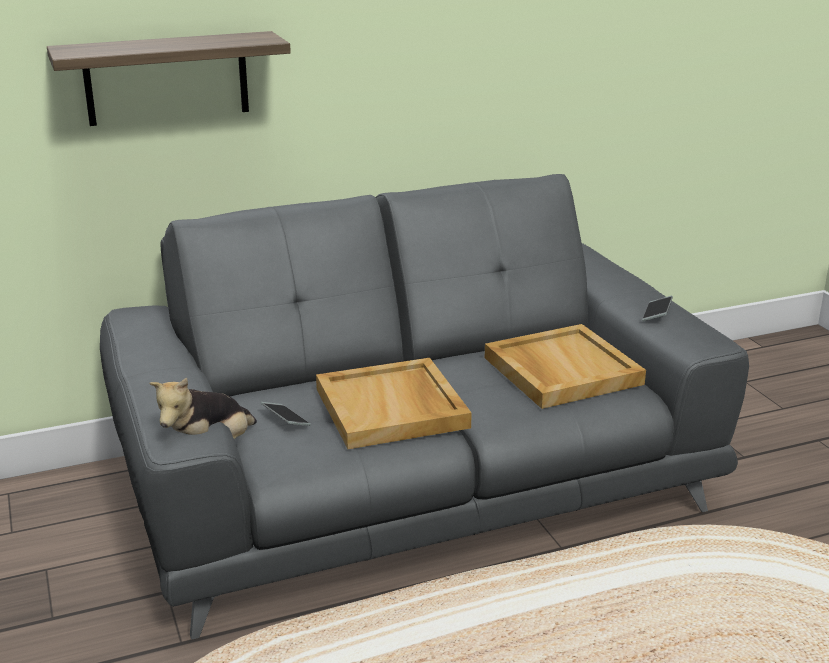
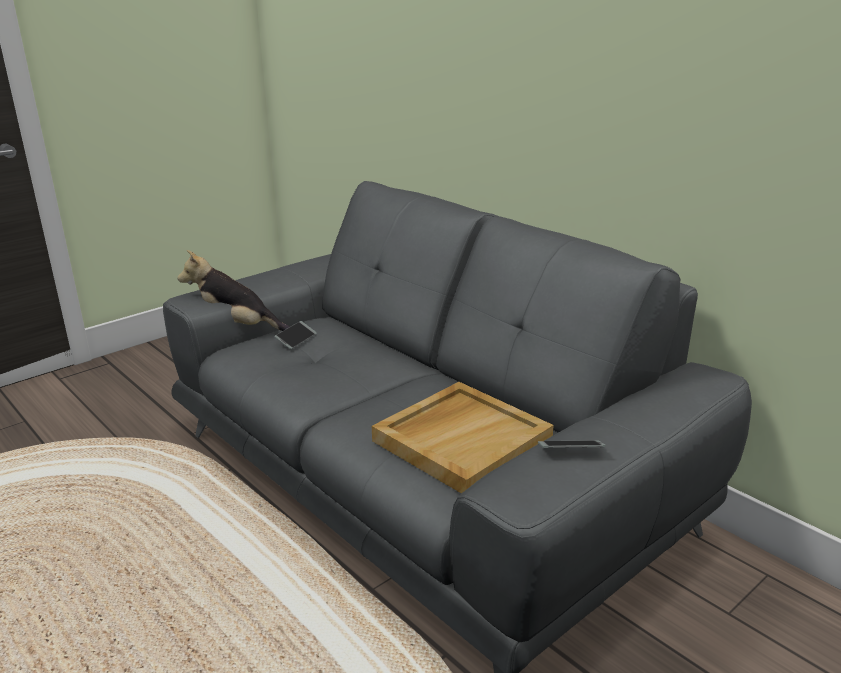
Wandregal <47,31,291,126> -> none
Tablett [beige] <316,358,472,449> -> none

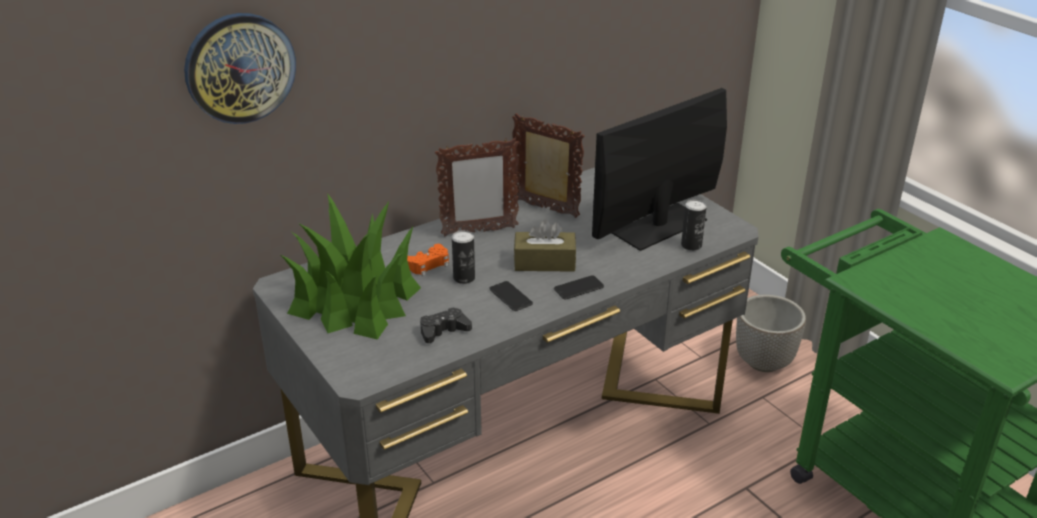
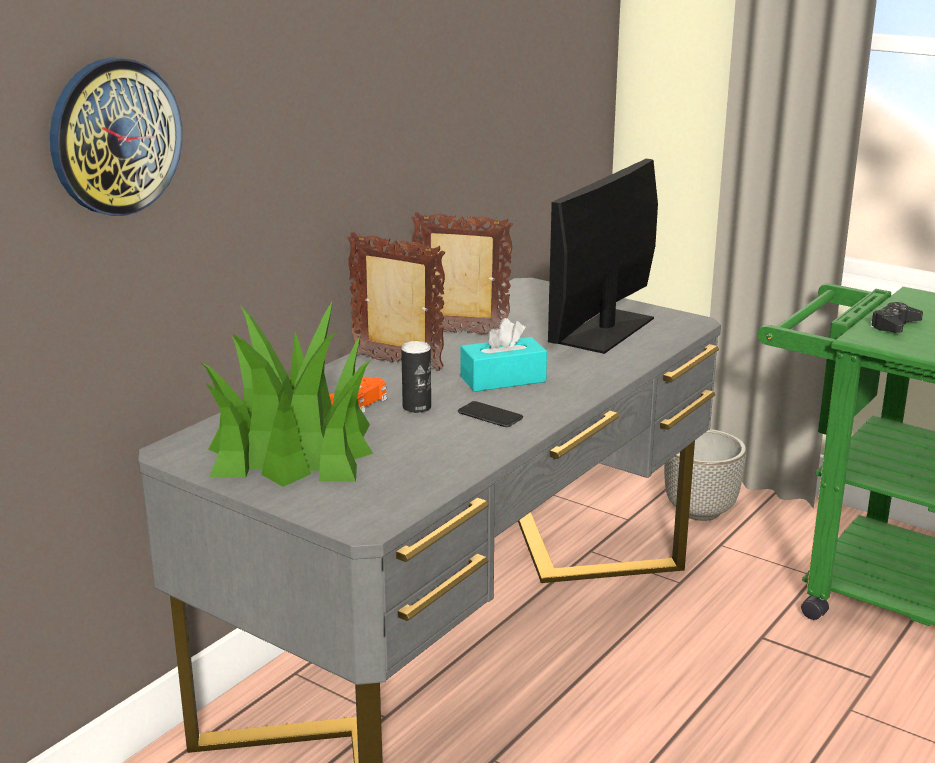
Gamepad [schwarz] <420,307,472,343> -> Gamepad [schwarz] <870,302,923,333>, moved
Bilderrahmen <435,138,519,237> -> Bilderrahmen <347,232,445,371>, 120 degrees counterclockwise
Taschentuchbox [braun] <514,219,576,272> -> Taschentuchbox [türkis] <460,318,547,392>
Handy <554,275,604,299> -> none
Dose <681,199,707,251> -> none

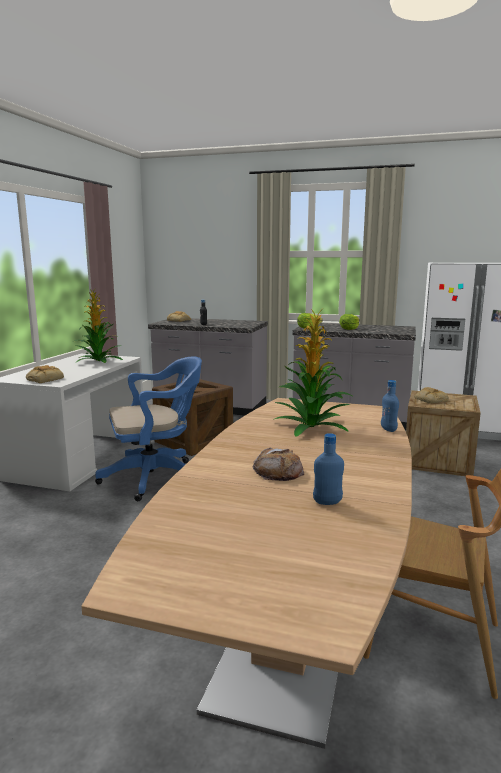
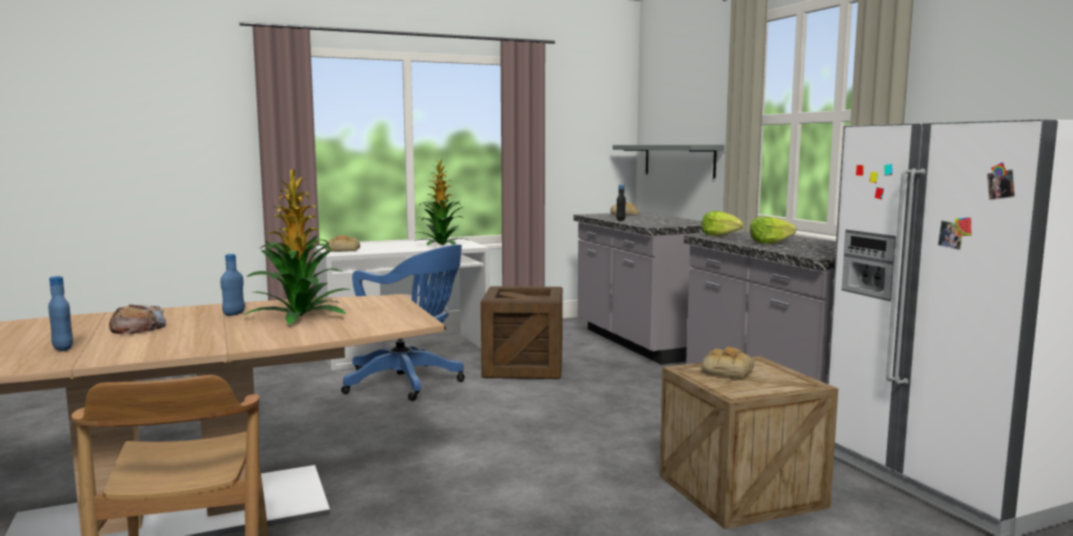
Flasche [blau] <381,380,399,432> -> Flasche [blau] <220,254,245,316>, moved
none -> Wandregal [grau] <613,145,724,178>

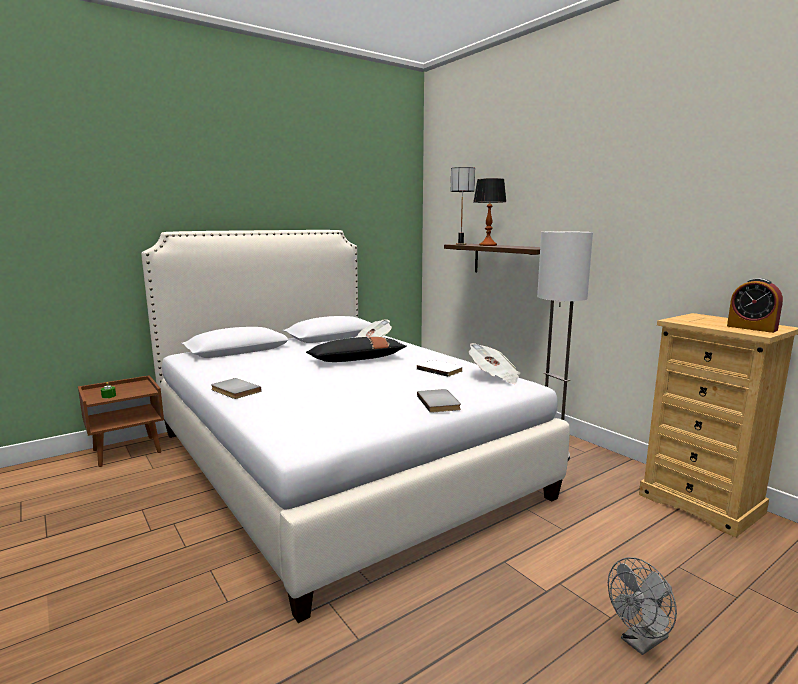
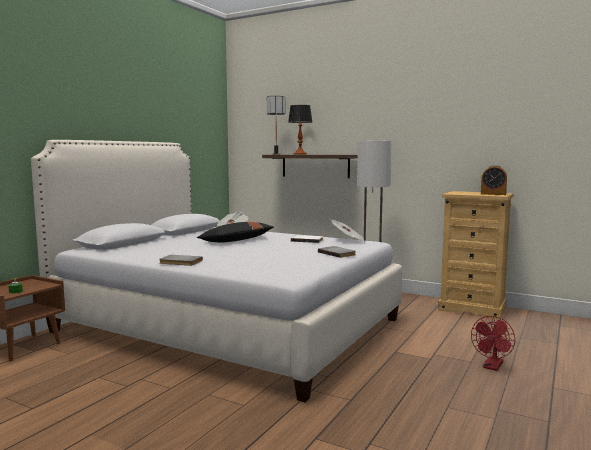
Ventilator [grau] <608,557,677,655> -> Ventilator [rot] <471,316,515,371>

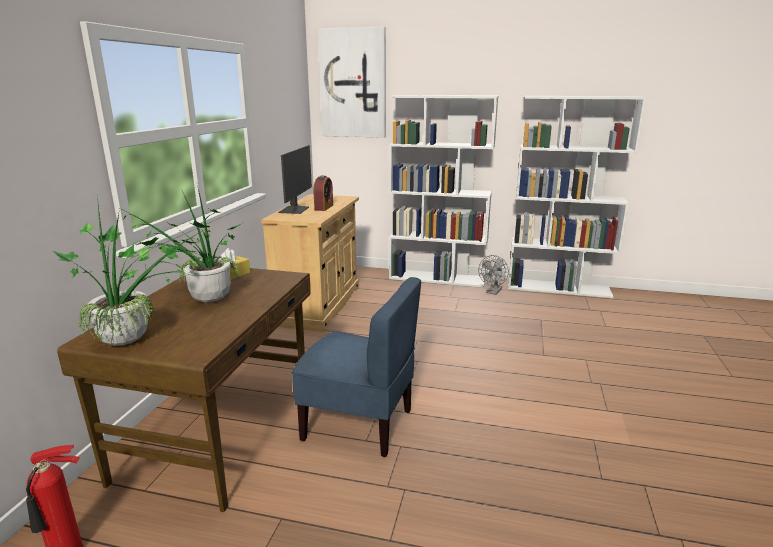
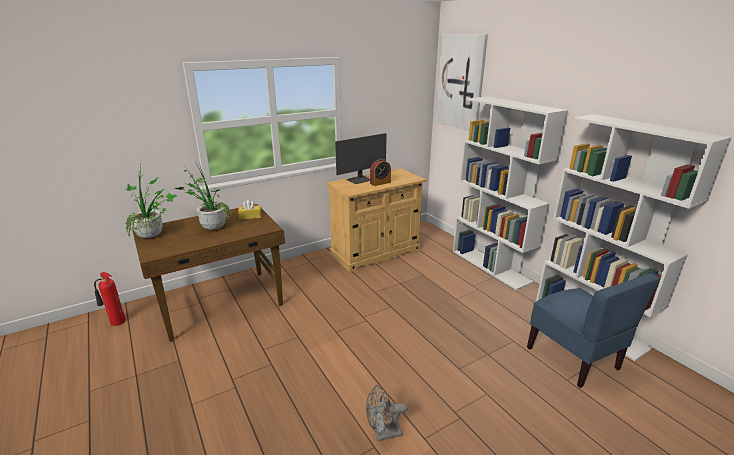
Stuhl [blau] <292,277,421,457> -> Stuhl [blau] <527,273,660,388>, moved
Ventilator [grau] <478,255,509,295> -> Ventilator [grau] <366,385,407,441>, moved

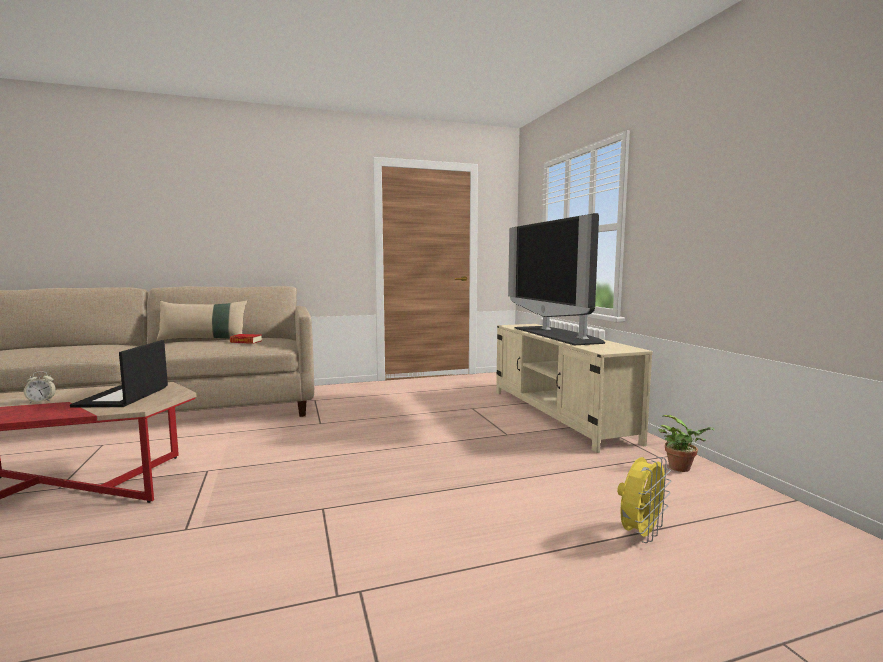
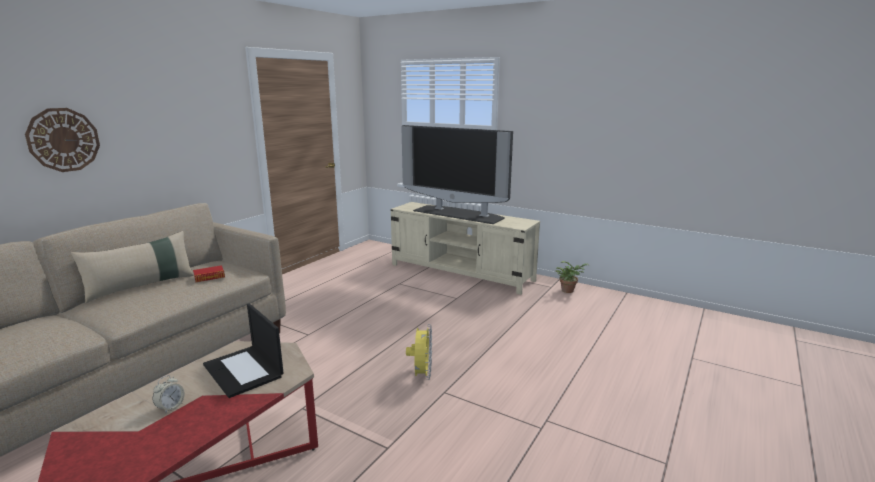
Ventilator [gelb] <617,456,671,543> -> Ventilator [gelb] <406,324,432,380>, moved
none -> Wanduhr <25,108,100,172>

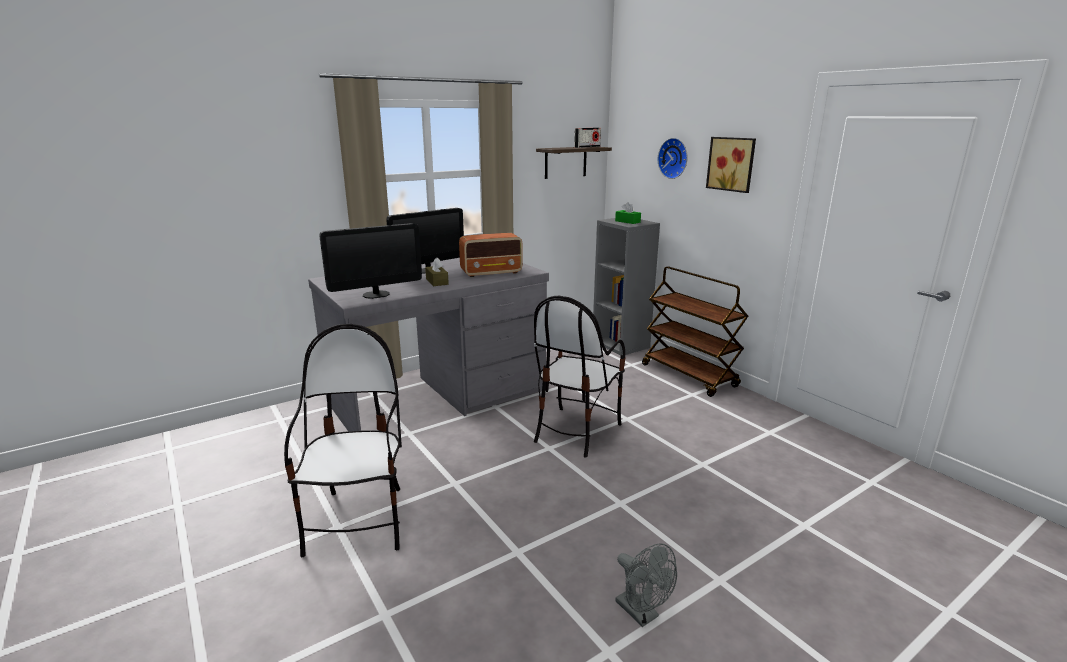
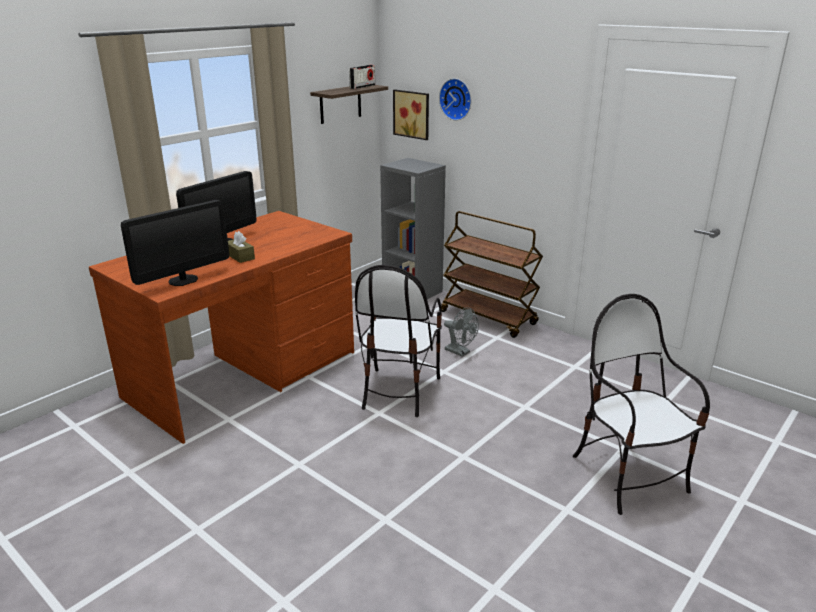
Stuhl <284,324,402,557> -> Stuhl <573,294,710,515>, moved
Schreibtisch [grau] <308,258,549,431> -> Schreibtisch [braun] <89,211,354,444>
Radio <459,233,523,277> -> none
Taschentuchbox [grün] <615,202,641,224> -> none
Ventilator [grau] <615,543,677,627> -> Ventilator [grau] <444,307,479,357>, moved
Bild <706,137,756,193> -> Bild <393,89,429,140>, moved

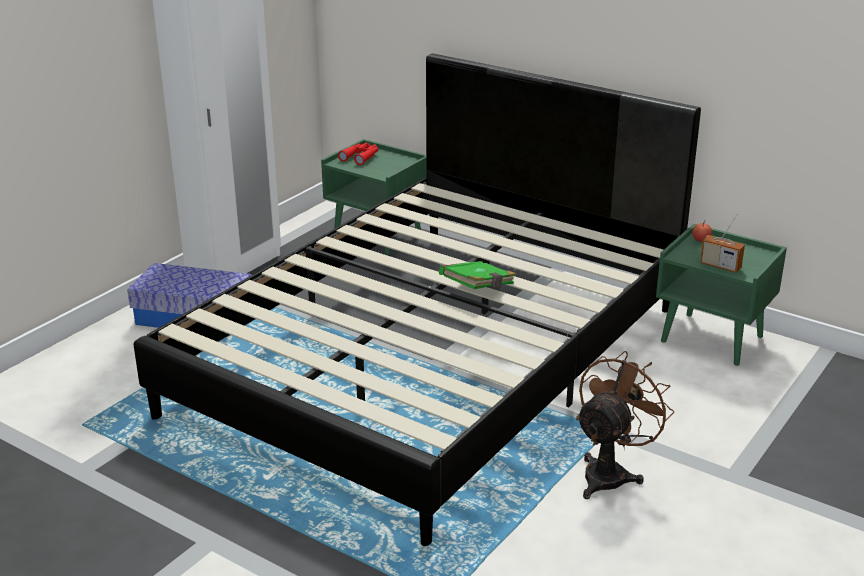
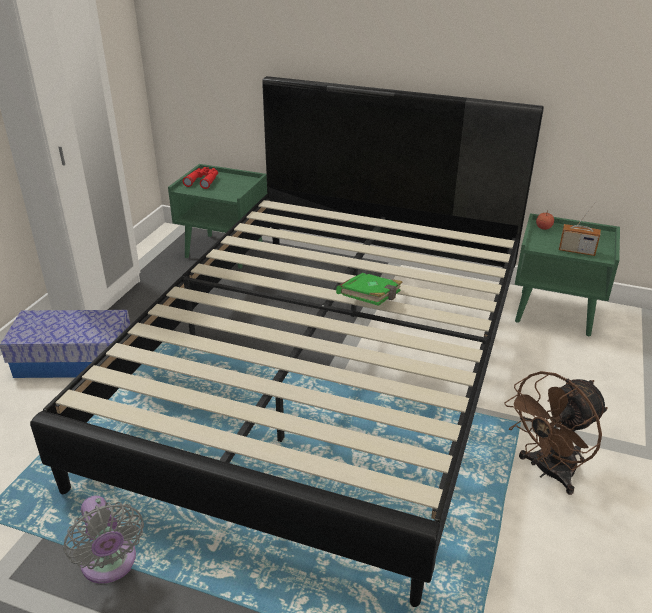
Ventilator [braun] <576,351,674,499> -> Ventilator [braun] <505,371,608,495>, 150 degrees counterclockwise
none -> Ventilator [grau] <63,496,144,584>

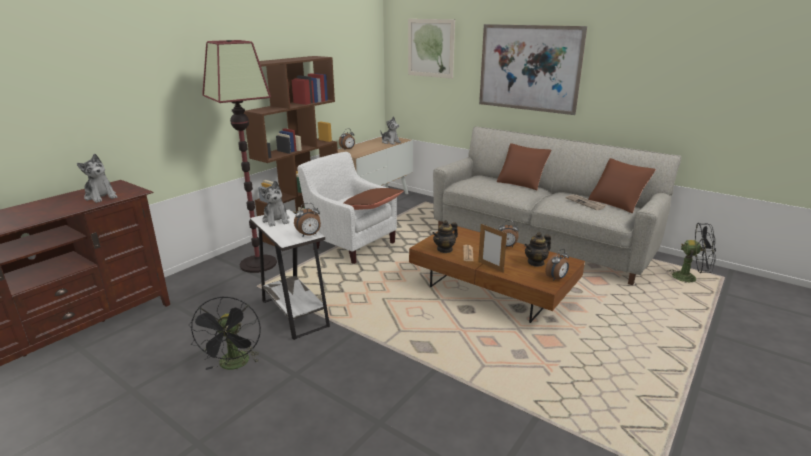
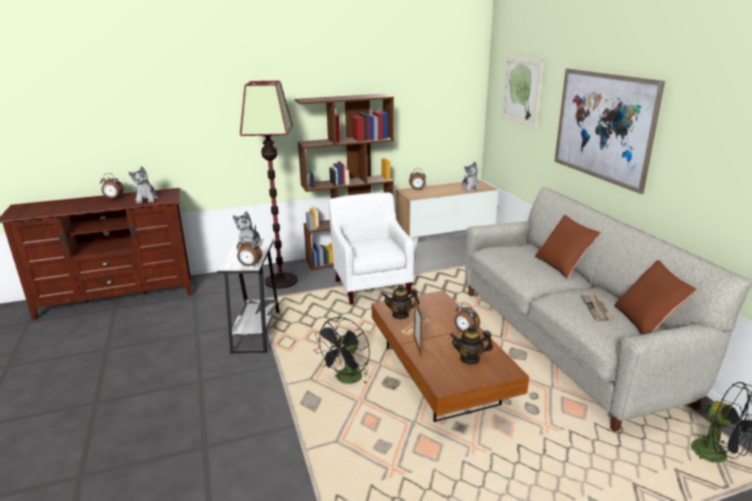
Ventilator [schwarz] <189,297,261,370> -> Ventilator [schwarz] <314,317,370,385>, moved
Kissen [braun] <344,188,404,210> -> none
Wecker <545,249,569,281> -> Wecker <100,173,124,199>, moved

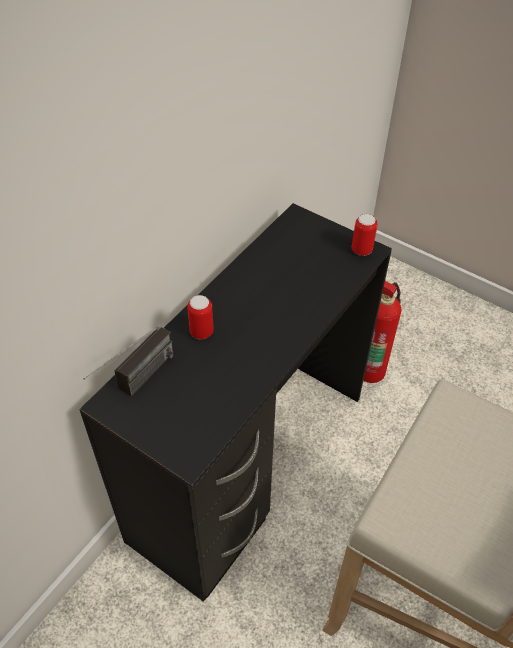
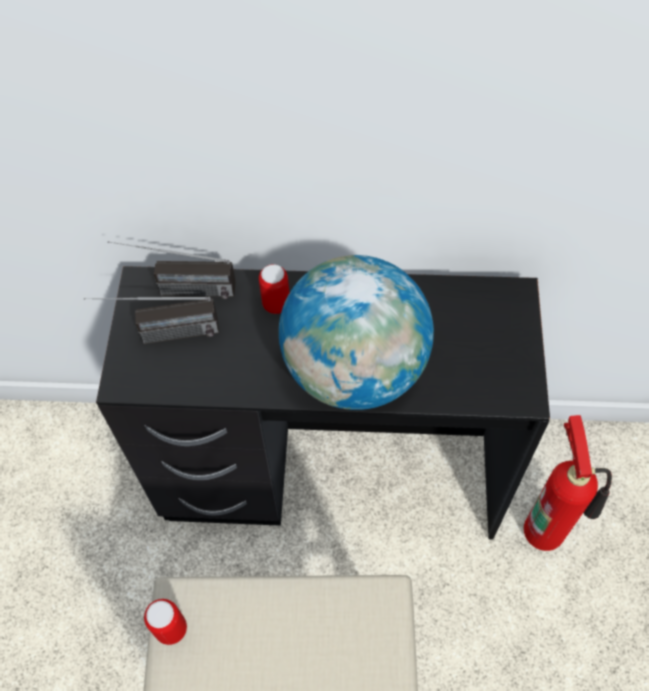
Dose <352,214,378,256> -> Dose <144,599,187,645>, moved
none -> Radio <84,297,219,344>
none -> Globus <279,255,434,410>

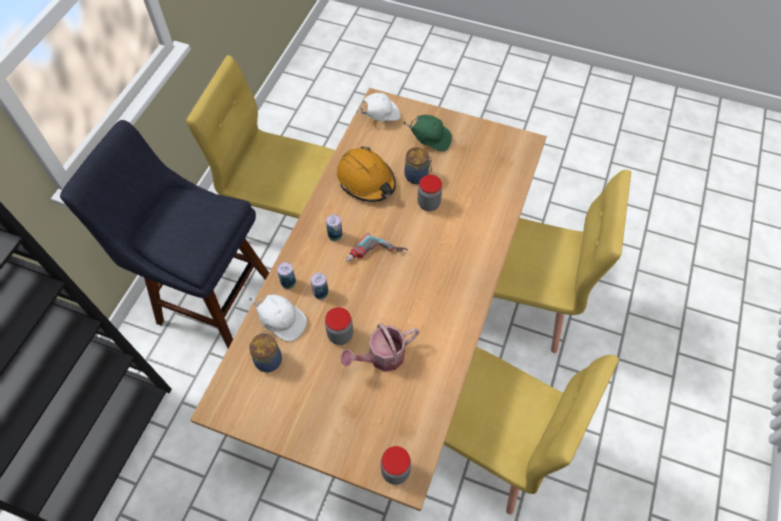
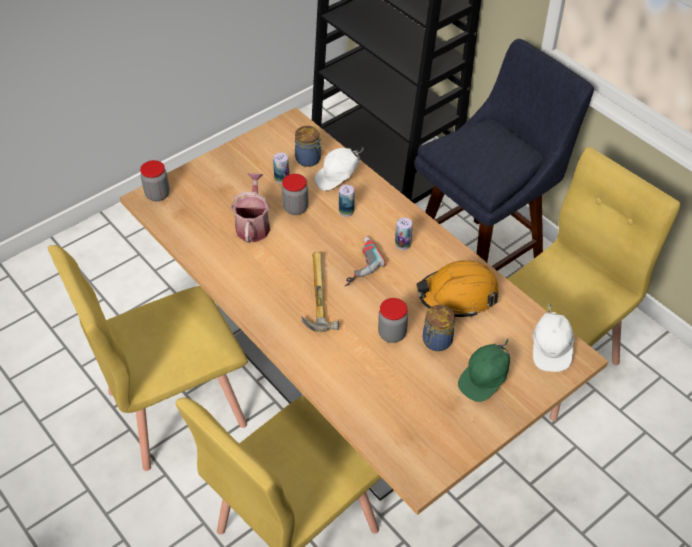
Dose <277,262,296,290> -> Dose <273,153,289,184>, moved
none -> Hammer <301,252,339,332>

